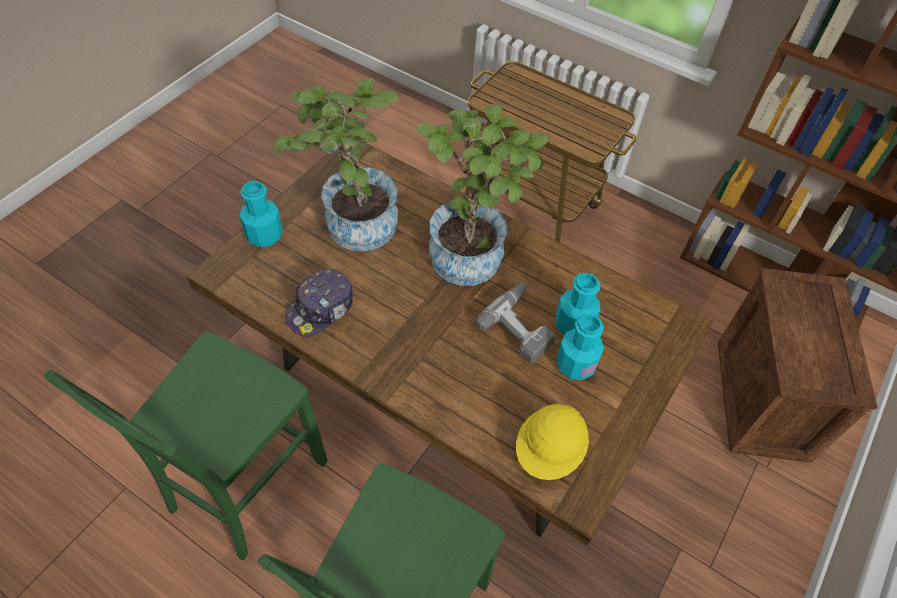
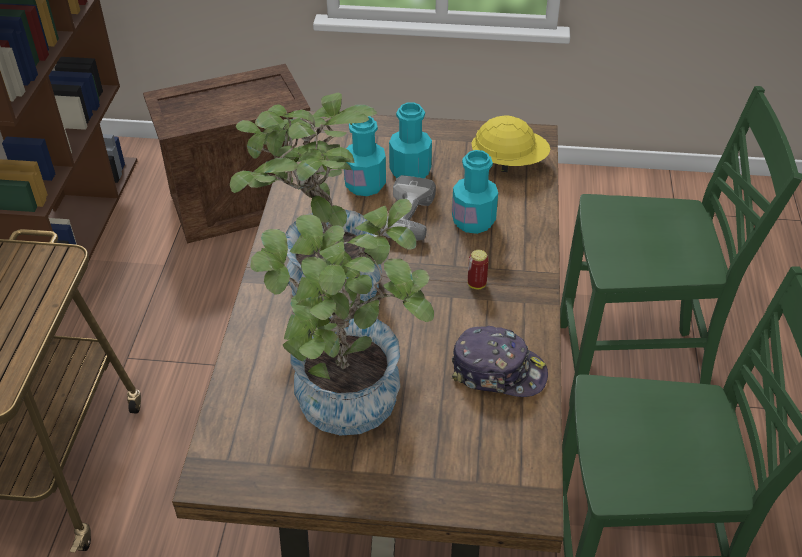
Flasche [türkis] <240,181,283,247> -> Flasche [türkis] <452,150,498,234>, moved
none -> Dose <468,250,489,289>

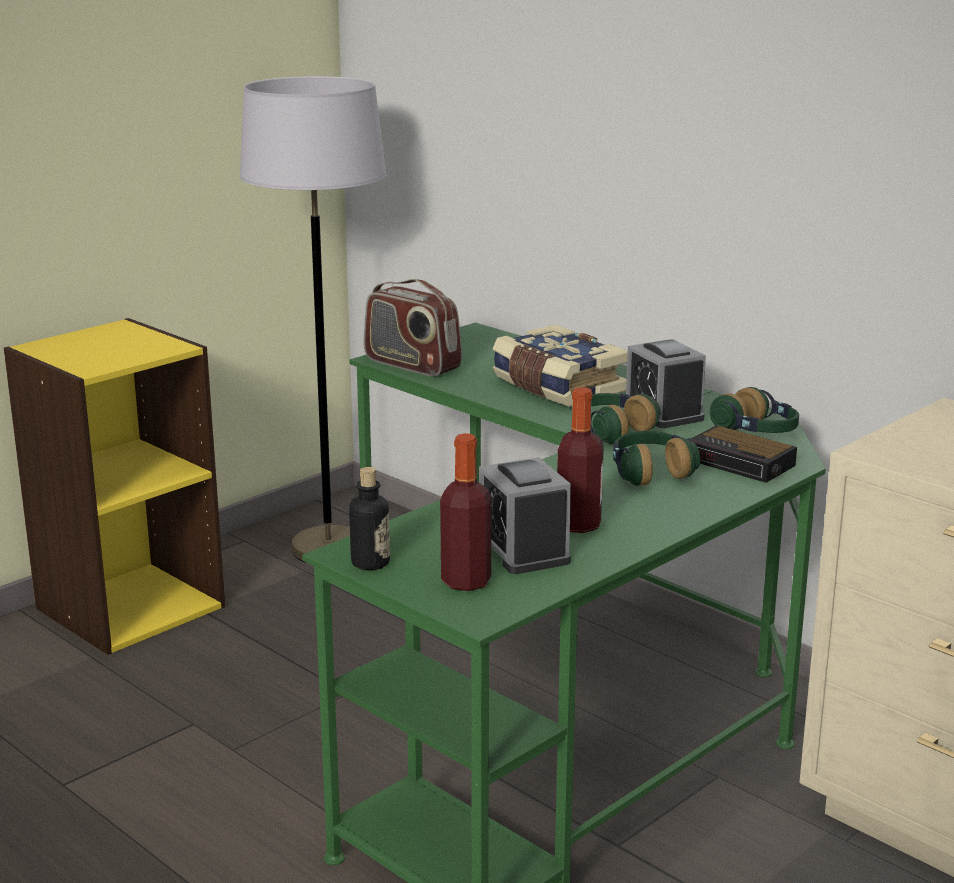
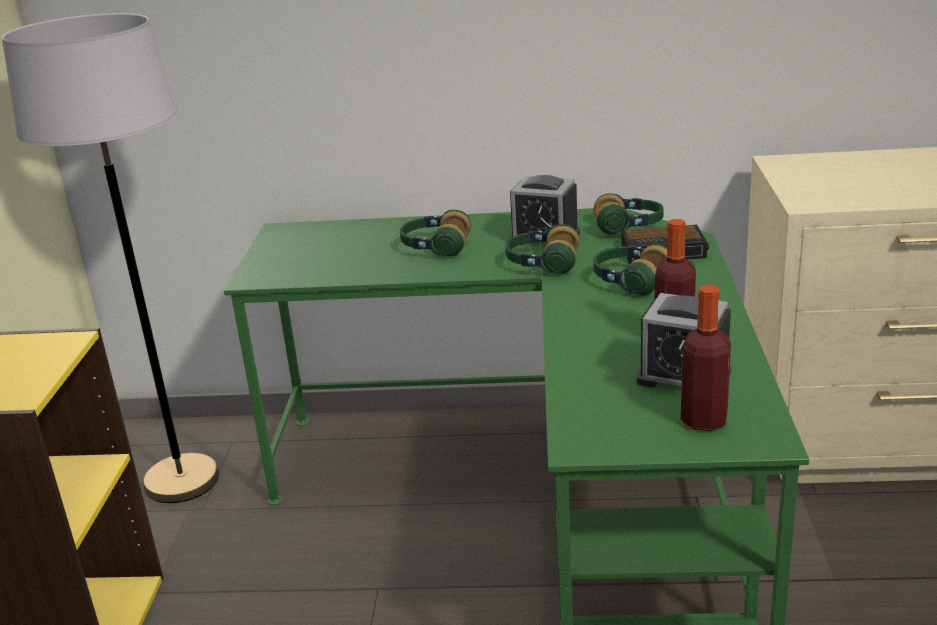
Flasche <349,467,390,570> -> none
Radio <364,279,462,376> -> none
Buch <493,324,628,407> -> Kopfhörer <400,210,471,256>

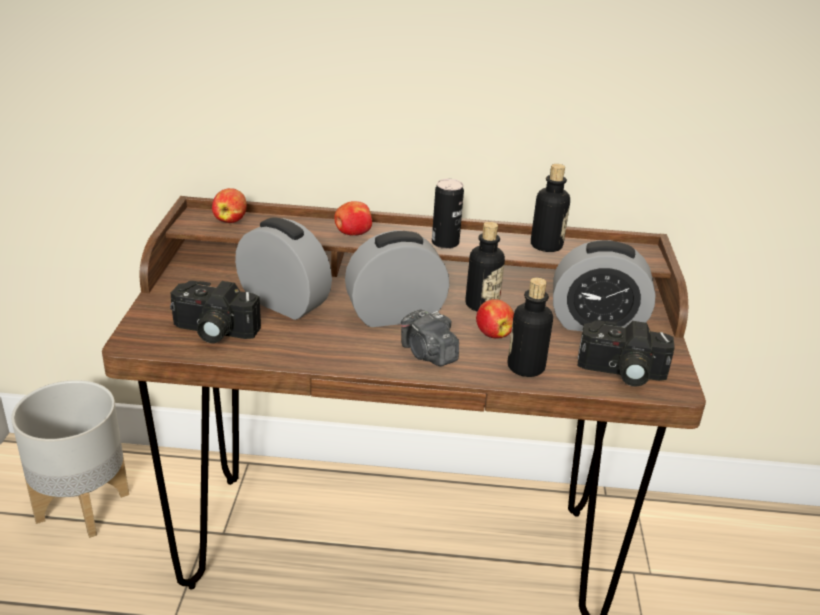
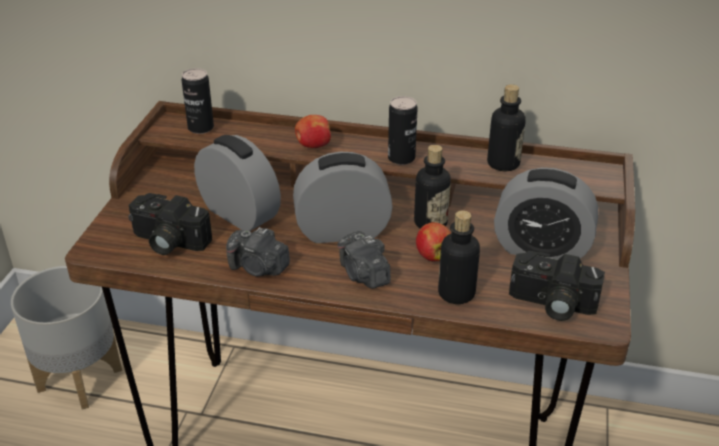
Apfel <212,188,247,223> -> Dose <182,68,214,134>
none -> Kamera <226,227,290,277>

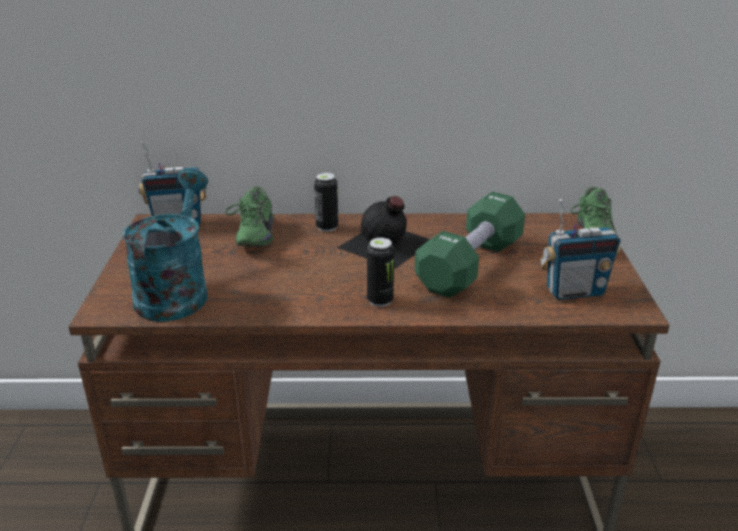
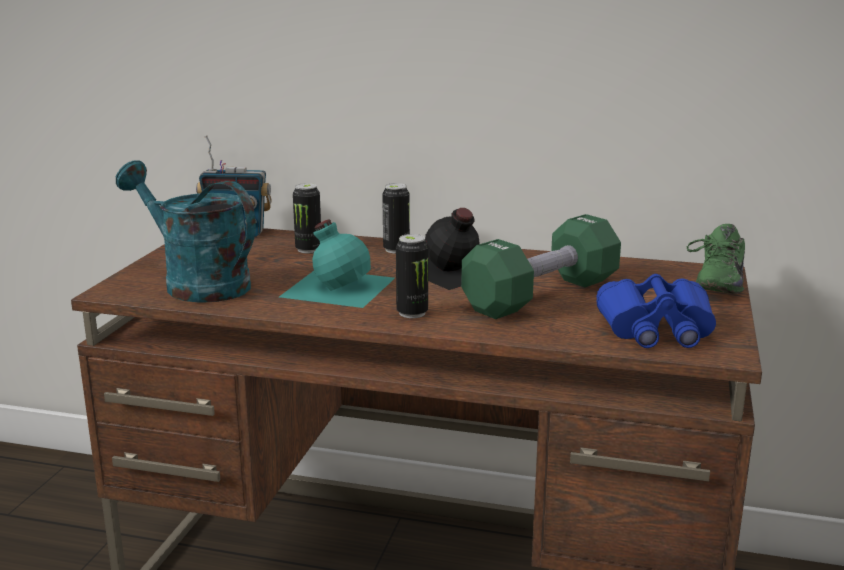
Gießkanne [türkis] <123,168,208,322> -> Gießkanne [türkis] <116,160,256,303>, 75 degrees counterclockwise
Schuh [grün] <225,186,274,247> -> Dose <293,183,321,253>
Radio <540,199,621,300> -> Fernglas [blau] <596,274,716,348>
none -> Flasche [türkis] <279,219,395,308>

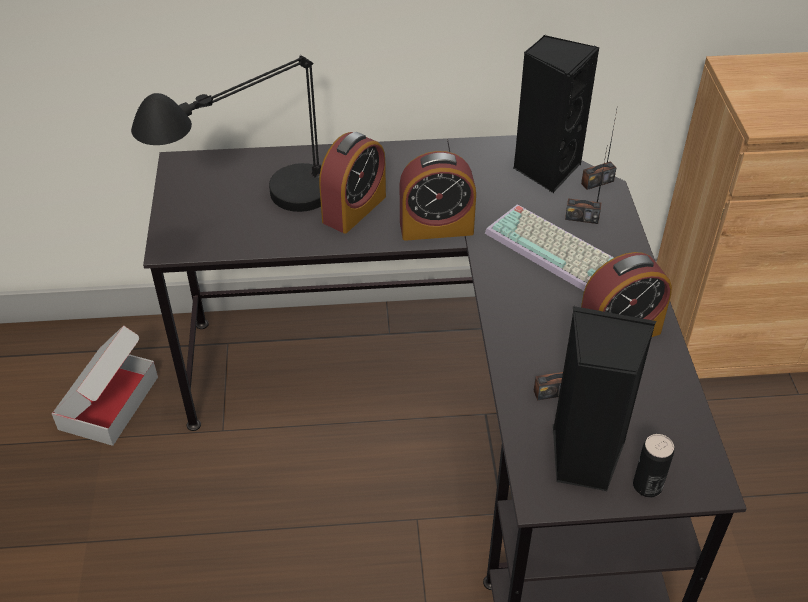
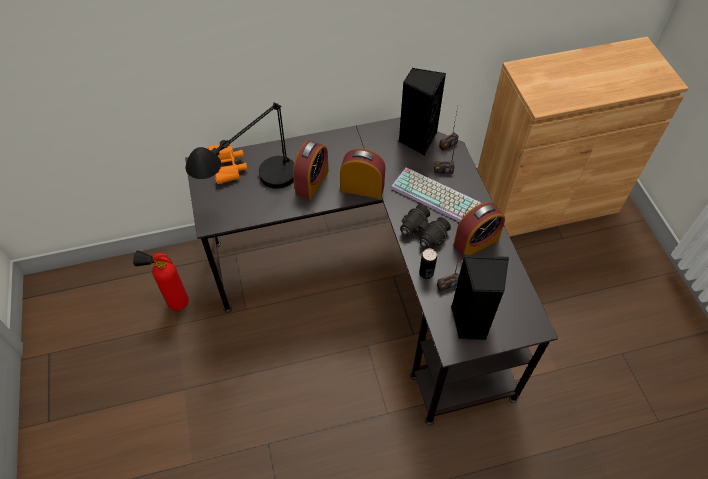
Karton <52,325,158,446> -> Feuerlöscher <133,250,189,311>
Wecker <400,151,476,241> -> Wecker <340,148,385,199>, 150 degrees counterclockwise
Dose <633,434,674,497> -> Dose <419,249,437,279>, moved
none -> Fernglas [orange] <208,145,247,184>
none -> Fernglas [schwarz] <401,204,451,248>

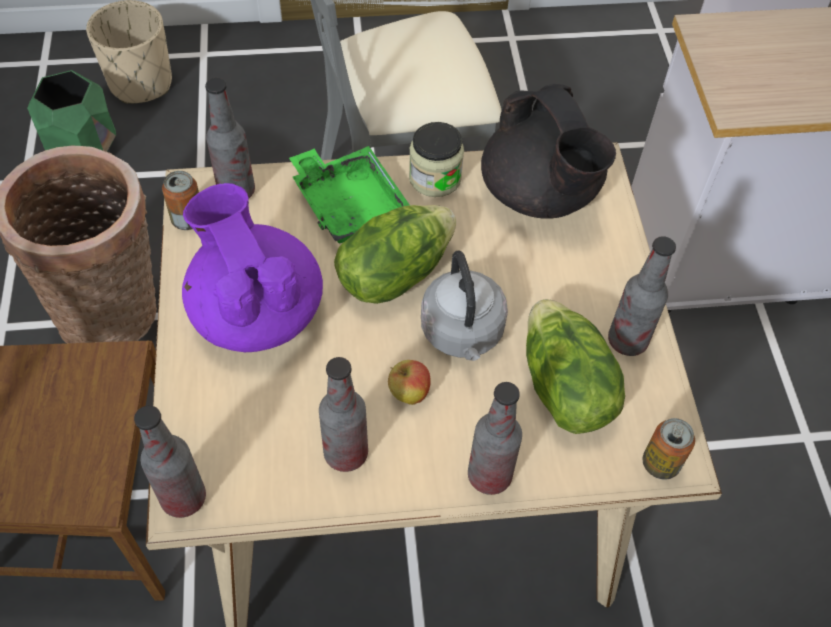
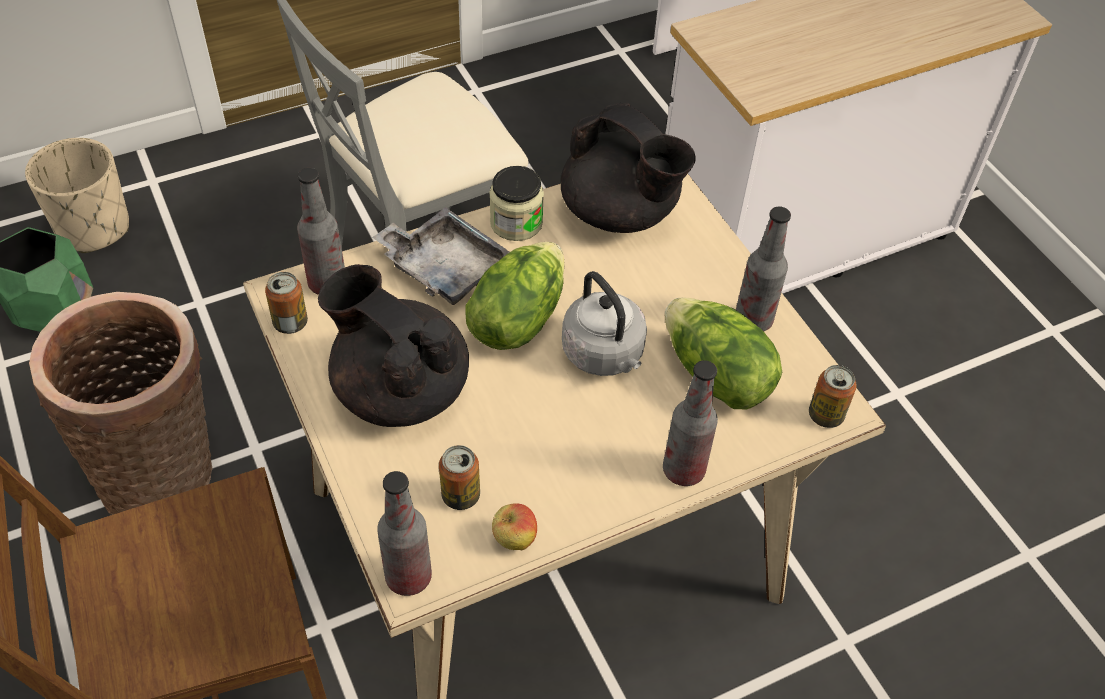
Teekanne [lila] <182,183,323,352> -> Teekanne [schwarz] <318,264,469,427>
Tablett [grün] <289,146,409,244> -> Tablett [grau] <372,207,510,305>
Flasche <319,357,368,472> -> none
Apfel <388,360,431,405> -> Apfel <492,503,537,550>, moved
none -> Dose <439,445,480,510>

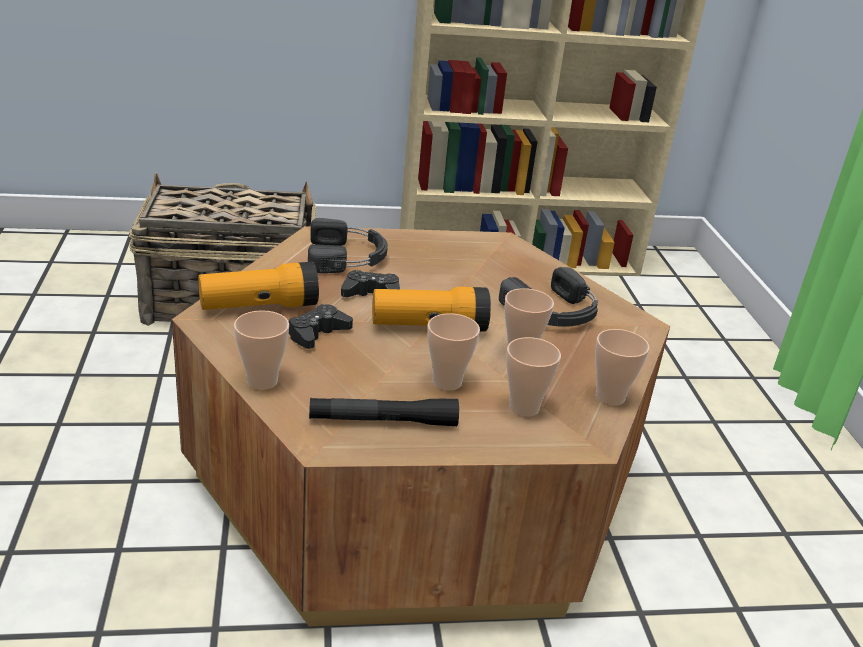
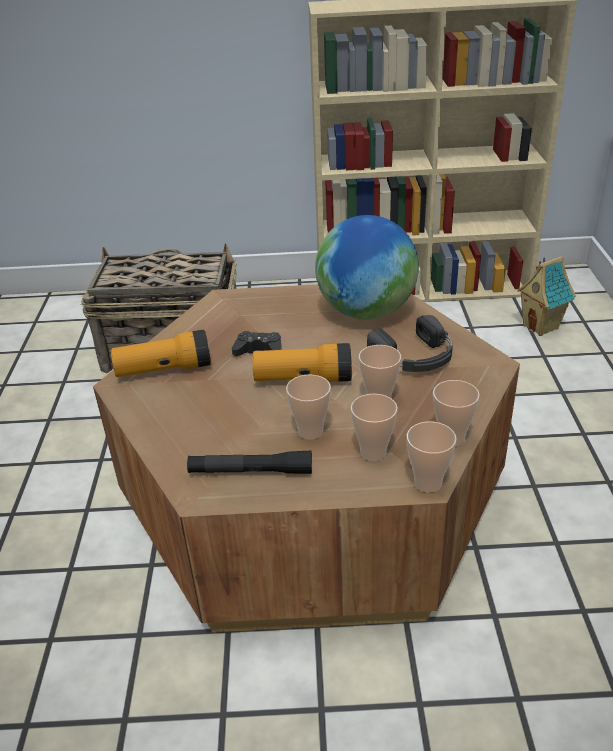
Tasse <234,310,289,390> -> Tasse <407,422,457,493>, moved
Gamepad [schwarz] <288,304,353,349> -> none
Kopfhörer [schwarz] <308,218,388,273> -> none
none -> Globus <315,215,419,319>
none -> Spielzeughaus <517,256,576,336>

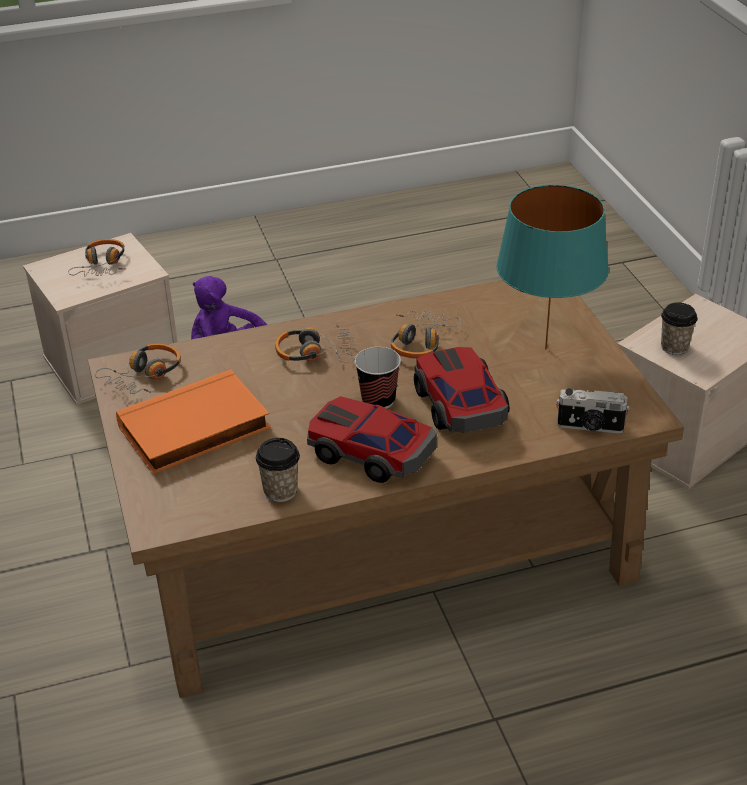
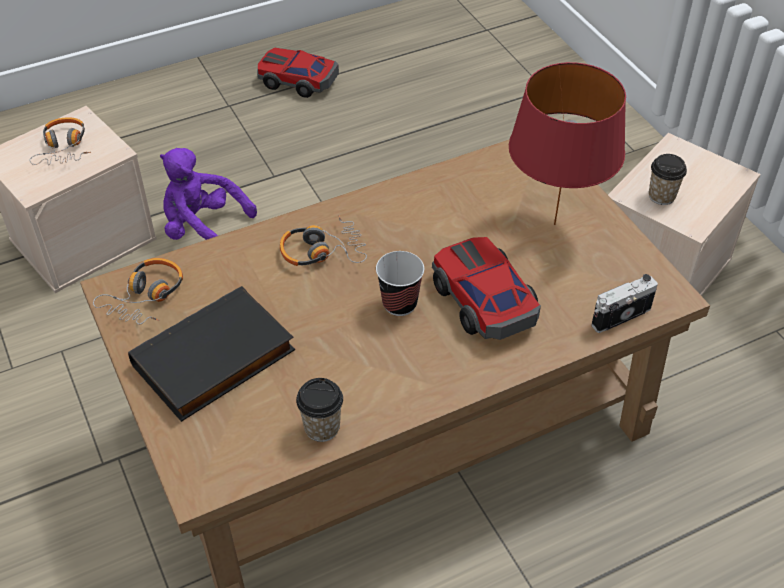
Buch [orange] <116,369,271,474> -> Buch [schwarz] <128,286,295,422>
Spielzeugauto <307,396,437,483> -> Spielzeugauto <257,47,339,98>, moved
Kopfhörer <391,310,461,358> -> none
Tischlampe [türkis] <496,185,609,349> -> Tischlampe [rot] <509,62,626,225>
Kamera <556,388,629,433> -> Kamera <591,274,658,333>, 150 degrees clockwise

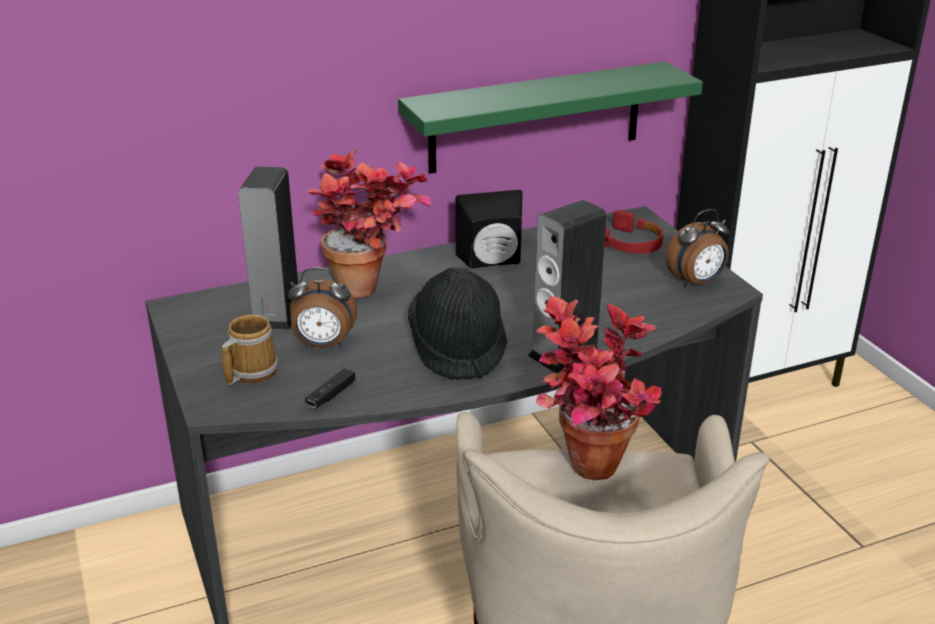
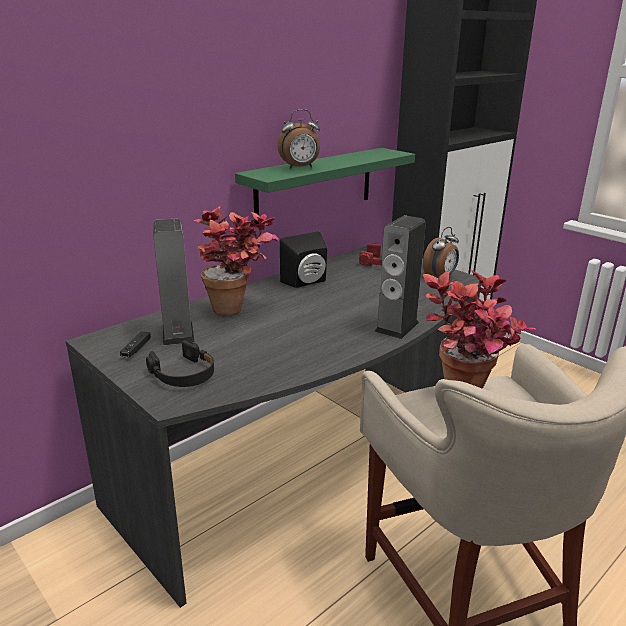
Henkelbecher <222,315,278,385> -> Kopfhörer [schwarz] <146,340,214,387>
Wecker <288,267,357,348> -> Wecker <277,109,320,169>, moved
Gamepad [schwarz] <305,369,355,408> -> Gamepad [schwarz] <120,331,151,358>, moved
Hut [schwarz] <408,267,507,380> -> none

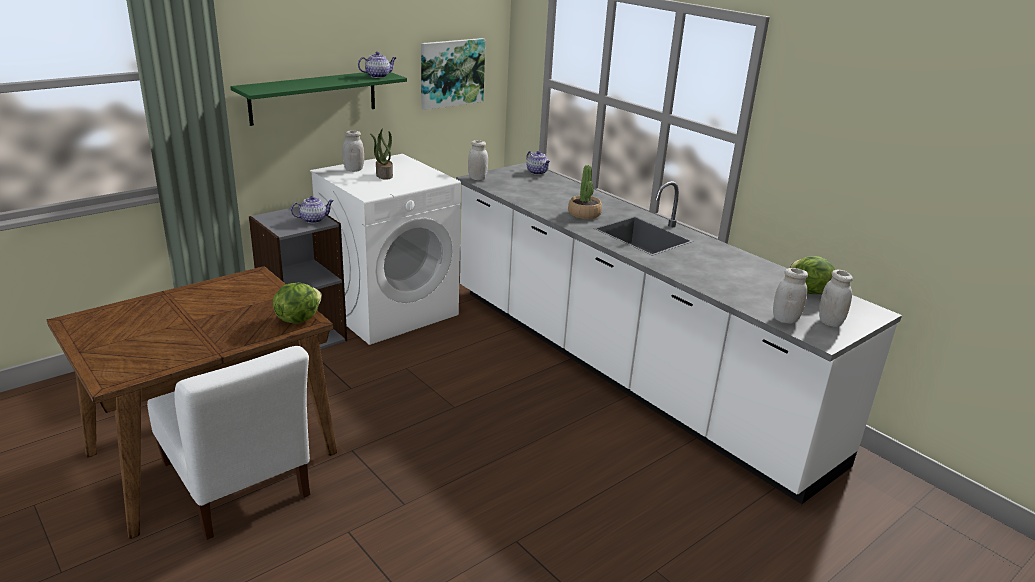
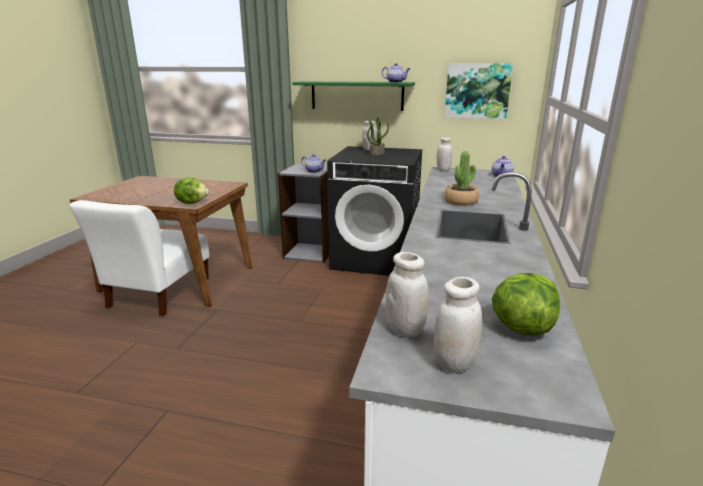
Waschmaschine [weiß] <310,154,461,345> -> Waschmaschine [schwarz] <327,146,423,276>

